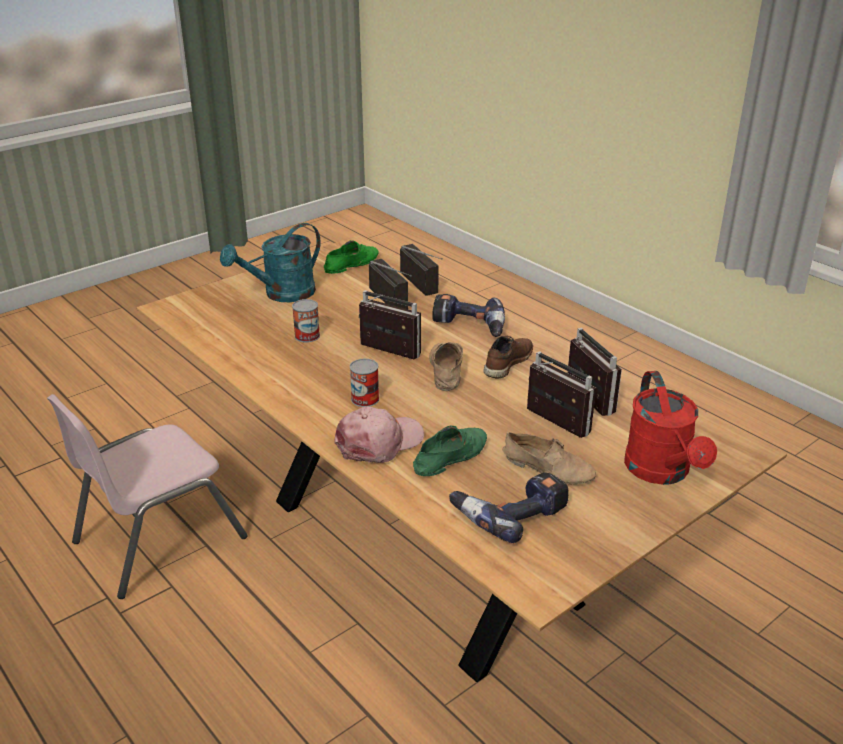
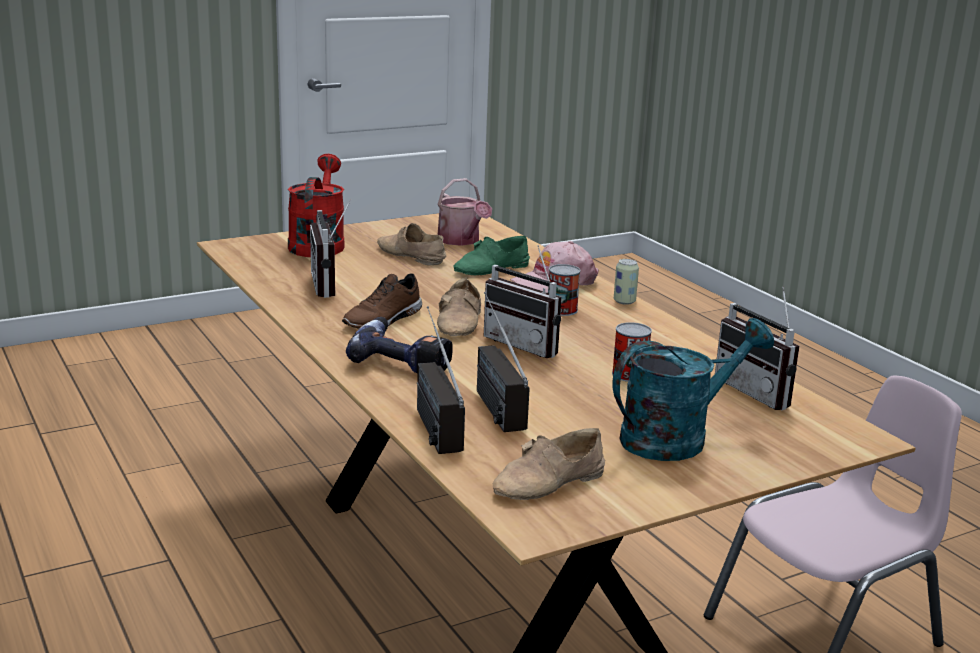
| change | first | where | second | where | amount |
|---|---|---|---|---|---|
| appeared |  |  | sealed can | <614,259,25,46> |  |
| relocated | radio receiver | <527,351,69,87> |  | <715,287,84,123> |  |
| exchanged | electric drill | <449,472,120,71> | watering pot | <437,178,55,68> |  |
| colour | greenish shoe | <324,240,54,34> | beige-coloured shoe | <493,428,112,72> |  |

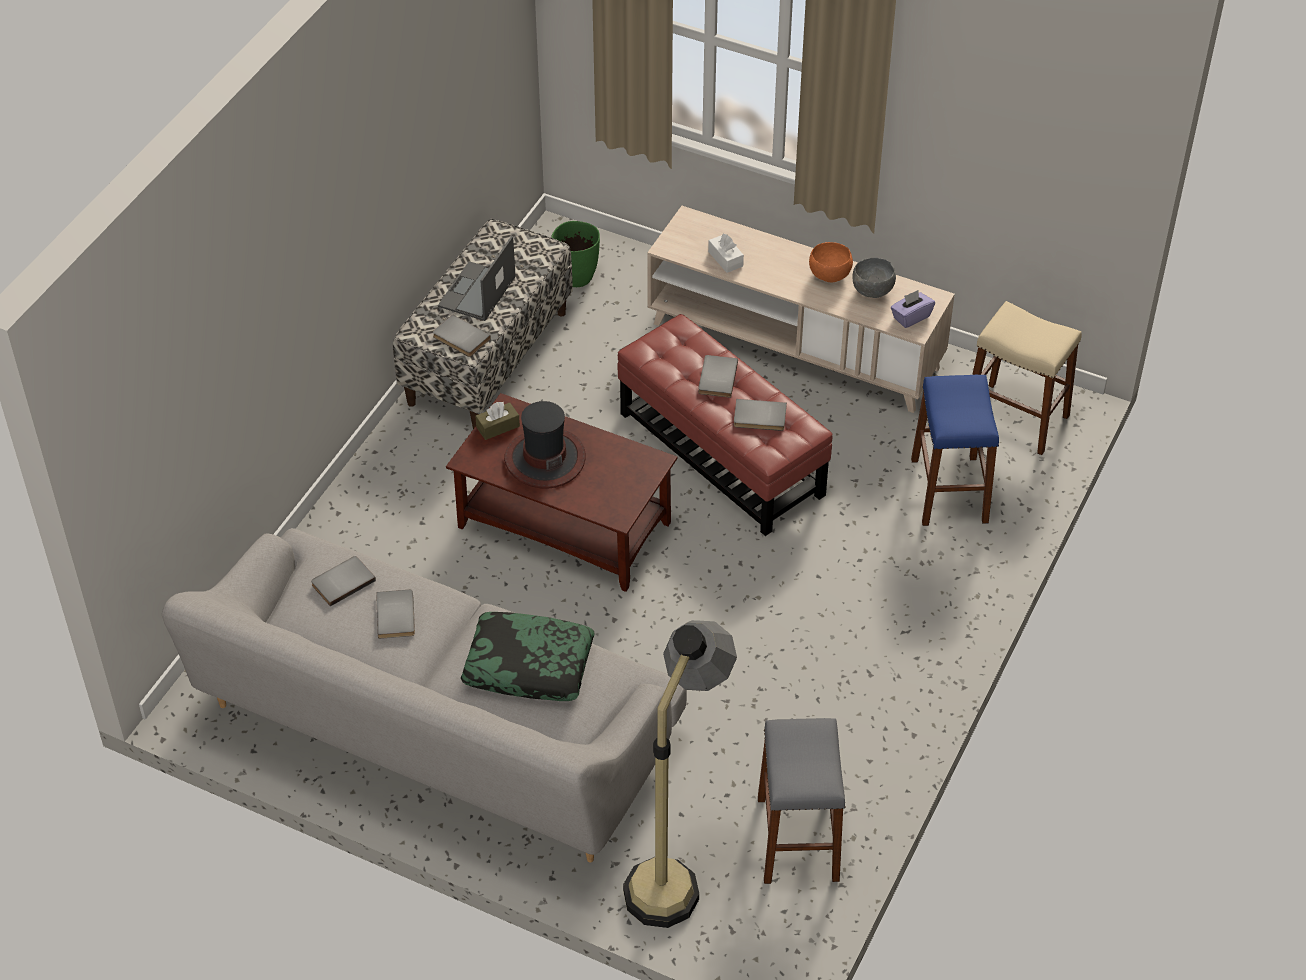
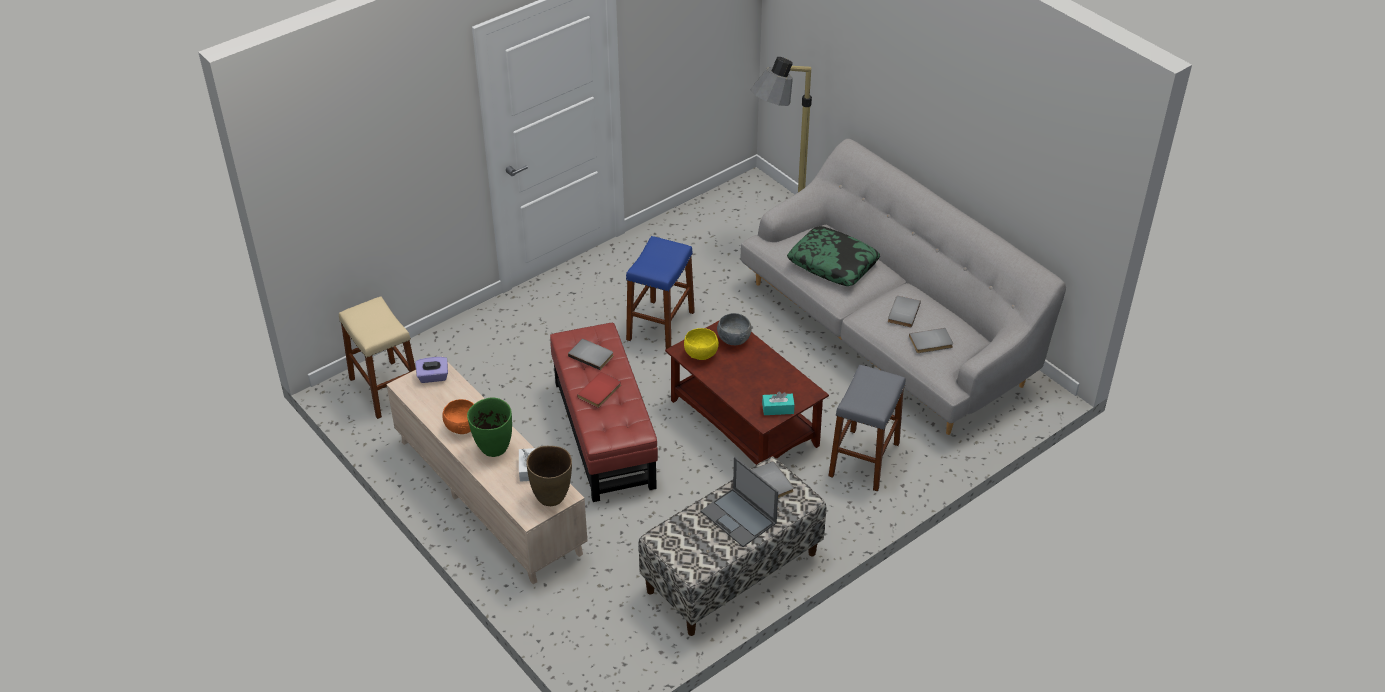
| change | first | where | second | where | amount |
|---|---|---|---|---|---|
| missing | hat | <504,401,82,88> |  |  |  |
| appeared |  |  | brownish flower vase | <526,446,46,60> |  |
| appeared |  |  | yellow deep dish | <684,328,35,32> |  |
| relocated | greenish flower vase | <551,221,49,66> |  | <467,397,45,60> |  |
| relocated | greyish sitting stool | <758,718,88,166> |  | <828,365,77,127> |  |
| relocated | greyish deep dish | <853,258,43,40> |  | <717,313,35,32> |  |
| relocated | blue-coloured sitting stool | <911,375,88,151> |  | <626,236,69,113> |  |
| colour | brownish tissue holder | <475,401,45,39> | blue-green tissue holder | <762,391,33,24> |  |
| colour | greyish volume | <698,355,40,43> | red-coloured volume | <577,372,44,36> |  |
| spun | portable computer | <438,236,78,85> |  | <701,457,77,90> | 90 degrees clockwise |

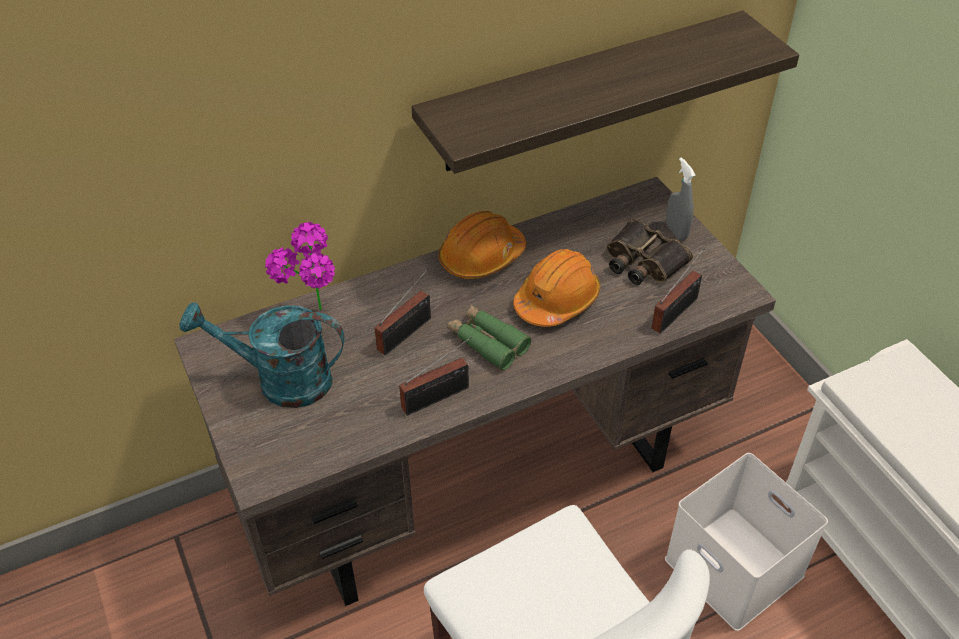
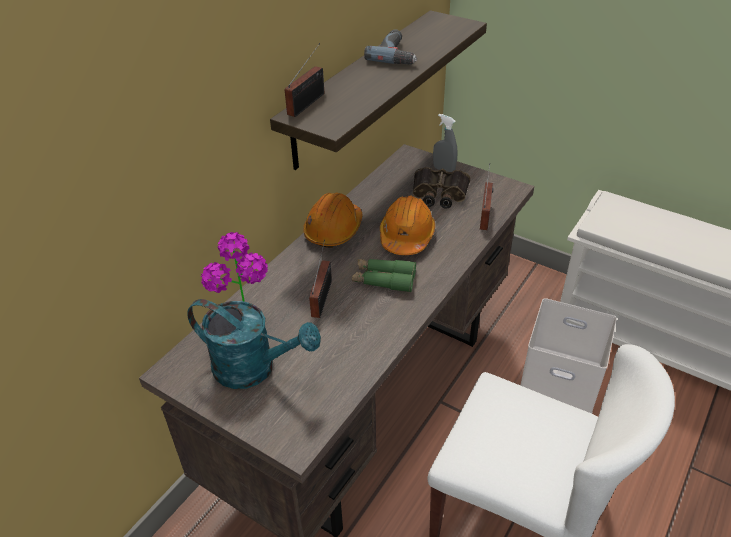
| change | first | where | second | where | amount |
|---|---|---|---|---|---|
| appeared |  |  | electric drill | <364,29,53,36> |  |
| relocated | radio receiver | <399,337,72,78> |  | <285,43,39,74> |  |
| spun | blue-green watering pot | <179,302,166,106> |  | <187,299,134,90> | 135 degrees counterclockwise |

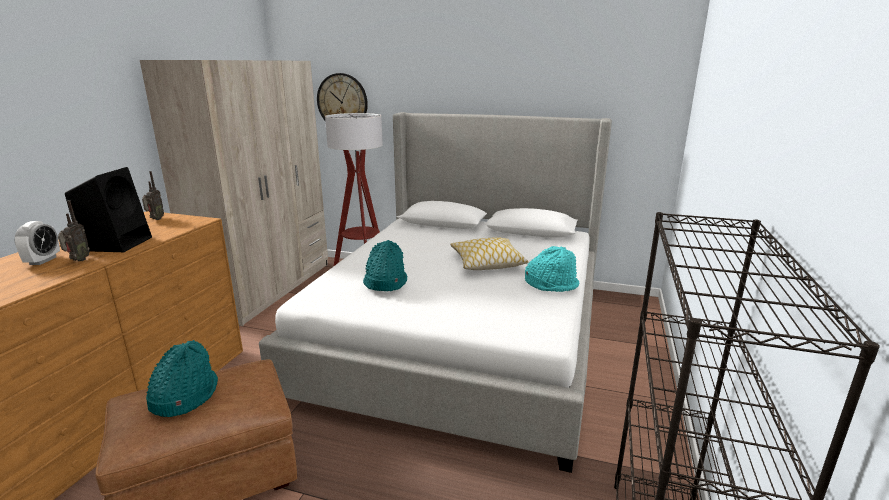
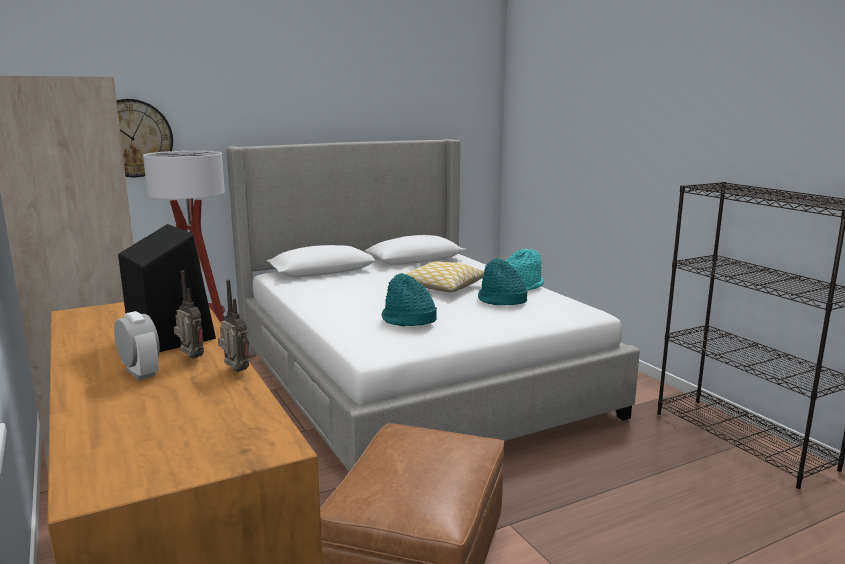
| change | first | where | second | where | amount |
|---|---|---|---|---|---|
| relocated | radio receiver | <142,171,22,49> |  | <218,280,31,92> |  |
| relocated | blue-green hat | <146,340,72,77> |  | <478,258,50,47> |  |

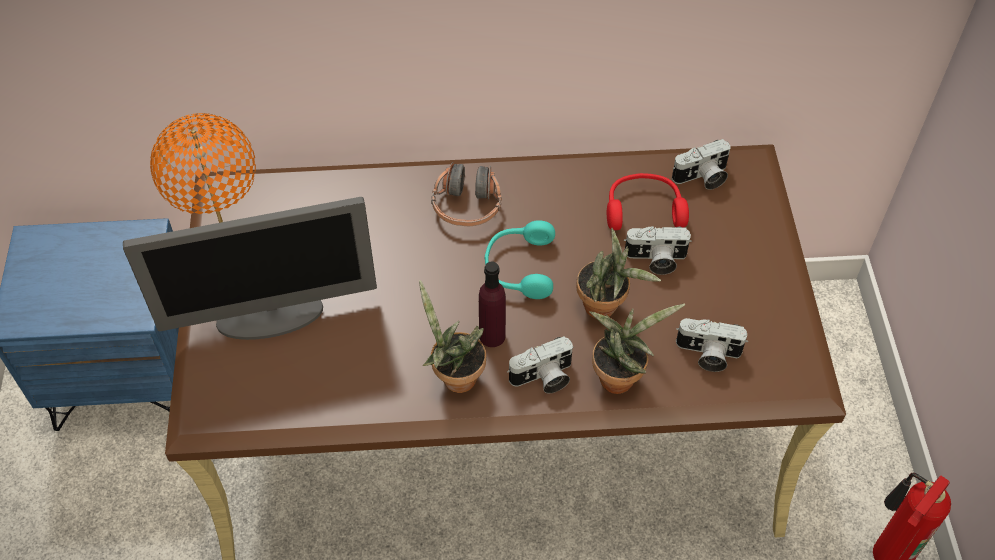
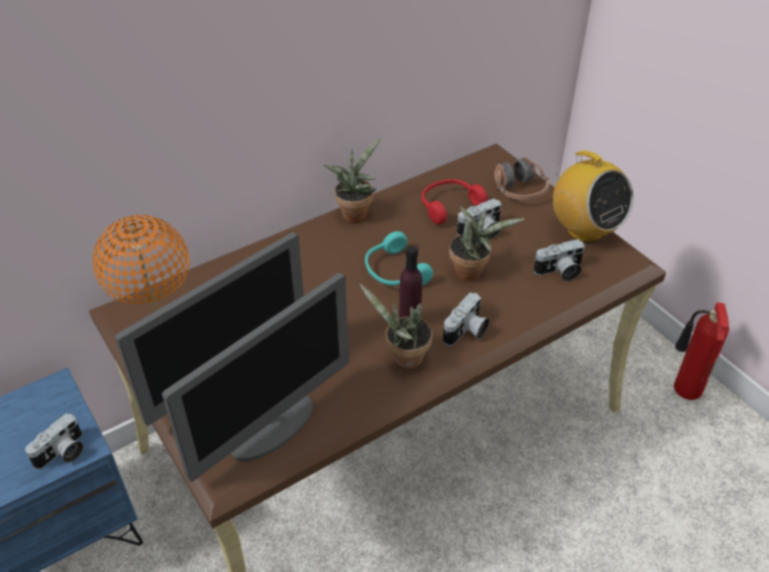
| change | first | where | second | where | amount |
|---|---|---|---|---|---|
| appeared |  |  | monitor | <162,272,187,210> |  |
| appeared |  |  | radio receiver | <553,151,81,92> |  |
| relocated | pair of headphones | <431,162,71,64> |  | <494,157,55,43> |  |
| relocated | houseplant | <589,304,96,90> |  | <324,137,58,86> |  |
| relocated | photo camera | <672,139,58,51> |  | <25,413,58,56> |  |

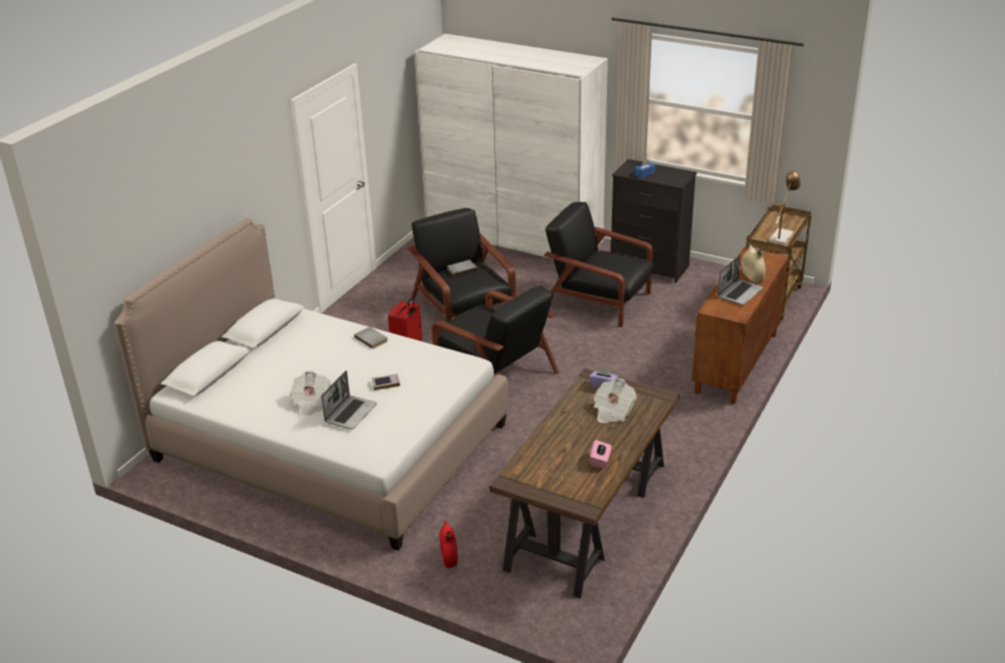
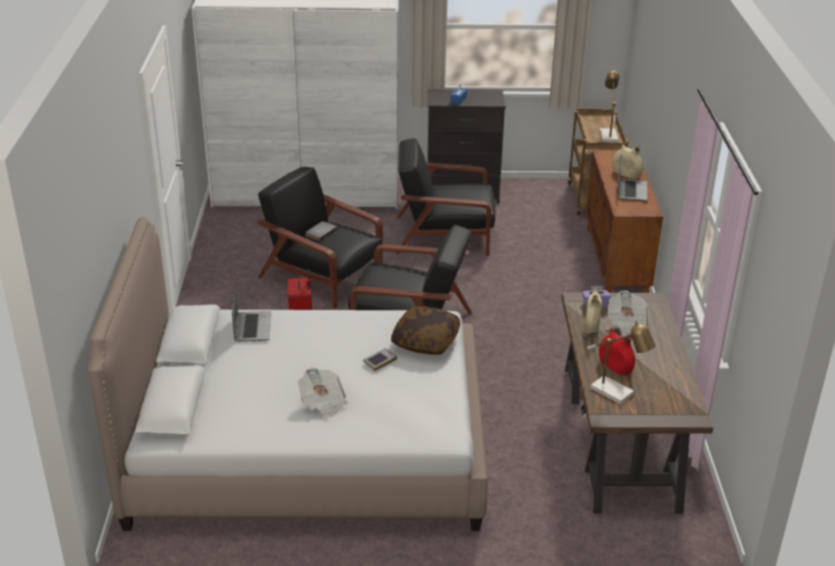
| change | first | where | second | where | amount |
|---|---|---|---|---|---|
| missing | greyish volume | <354,327,34,22> |  |  |  |
| missing | pink tissue holder | <590,440,21,29> |  |  |  |
| appeared |  |  | throw pillow | <391,306,69,49> |  |
| appeared |  |  | beige-coloured flower vase | <584,287,18,47> |  |
| appeared |  |  | tabletop lamp | <587,321,68,83> |  |
| relocated | portable computer | <321,370,56,59> |  | <232,286,40,56> |  |
| relocated | red-coloured flower vase | <440,520,18,48> |  | <599,328,36,47> |  |

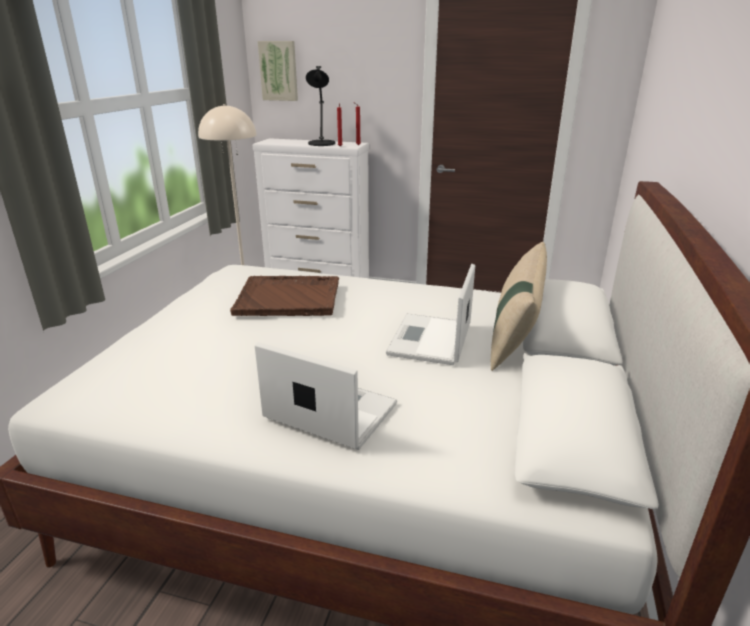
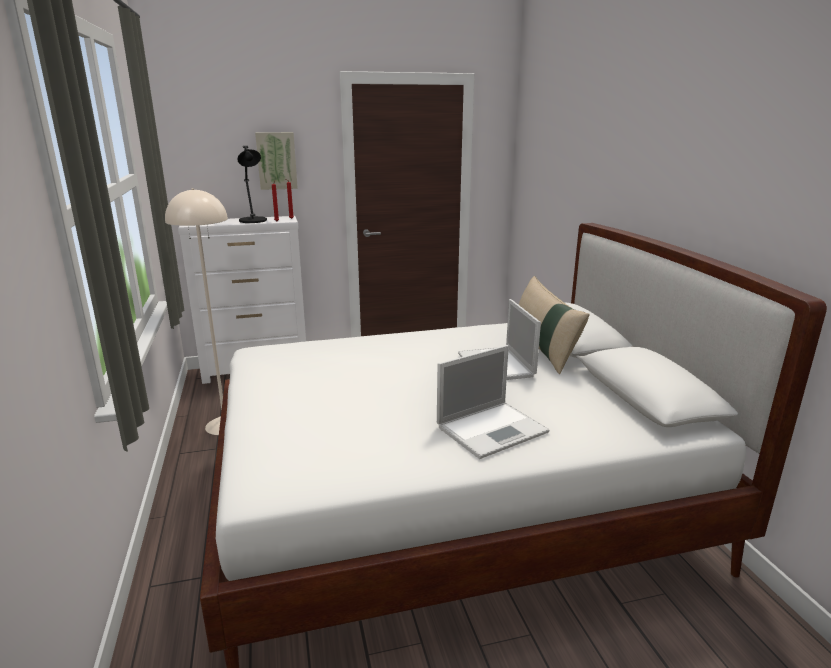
| change | first | where | second | where | amount |
|---|---|---|---|---|---|
| missing | brownish serving tray | <230,276,109,40> |  |  |  |
| relocated | wall art | <258,41,40,60> |  | <255,132,43,58> |  |
| spun | portable computer | <255,342,142,108> |  | <437,345,112,114> | 150 degrees clockwise |

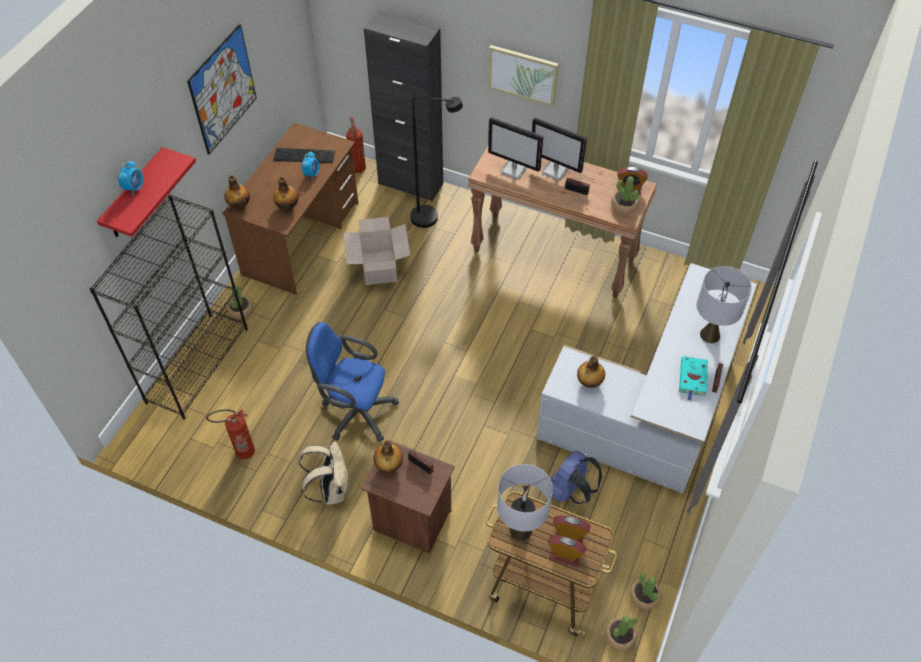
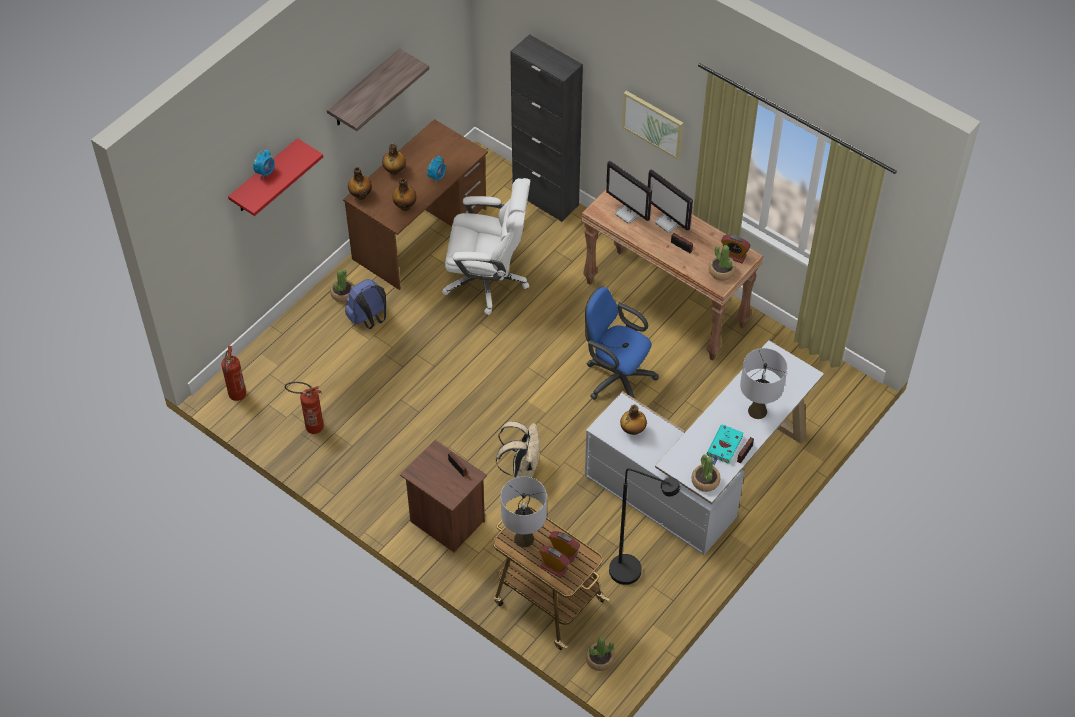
| change | first | where | second | where | amount |
|---|---|---|---|---|---|
| missing | black-coloured bookshelf | <90,195,158,225> |  |  |  |
| missing | keyboard | <274,148,61,15> |  |  |  |
| relocated | beige-coloured rucksack | <299,441,49,64> |  | <496,421,45,57> |  |
| relocated | blue-coloured desk chair | <306,322,93,120> |  | <585,286,74,114> |  |
| relocated | fire extinguisher | <346,117,20,56> |  | <221,346,25,55> |  |
| relocated | bottle | <373,440,30,33> |  | <382,143,24,32> |  |
| relocated | black-coloured floor lamp | <410,97,53,131> |  | <609,469,71,116> |  |
| relocated | blue-coloured rucksack | <551,451,51,53> |  | <345,279,41,50> |  |
| relocated | houseplant | <630,573,31,37> |  | <691,455,29,37> |  |
| exchanged | wall art | <187,24,70,131> | shelf | <327,49,102,82> |  |
| exchanged | carton | <344,217,66,68> | white desk chair | <442,178,88,137> |  |

